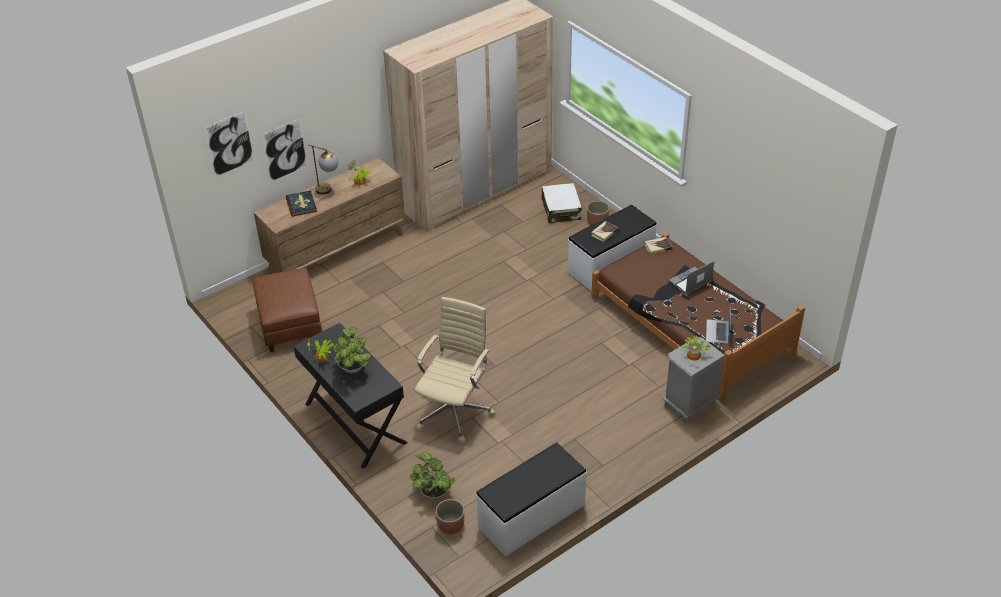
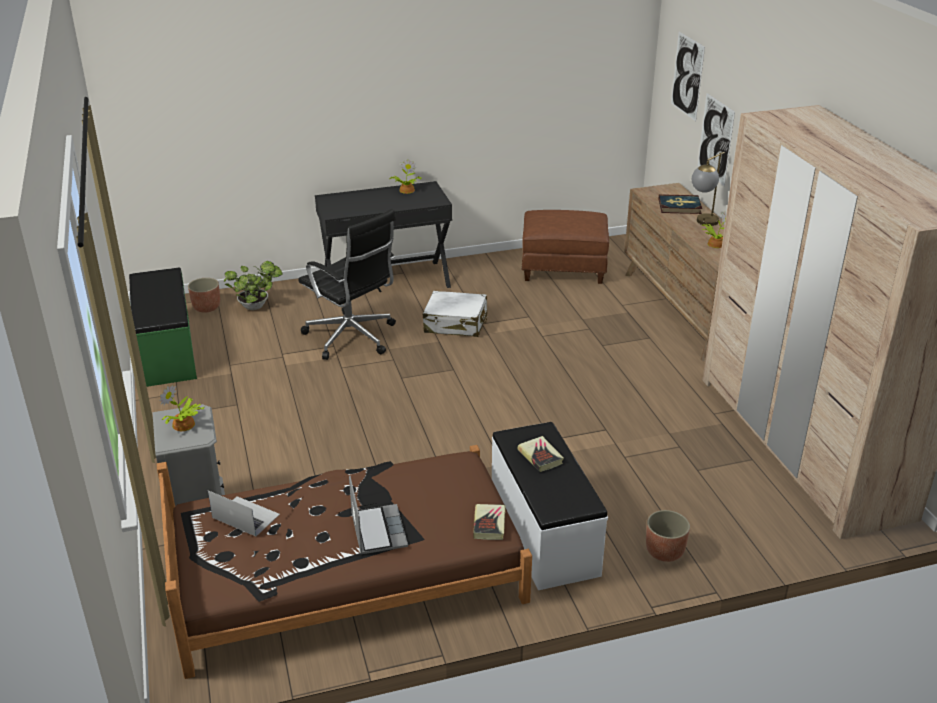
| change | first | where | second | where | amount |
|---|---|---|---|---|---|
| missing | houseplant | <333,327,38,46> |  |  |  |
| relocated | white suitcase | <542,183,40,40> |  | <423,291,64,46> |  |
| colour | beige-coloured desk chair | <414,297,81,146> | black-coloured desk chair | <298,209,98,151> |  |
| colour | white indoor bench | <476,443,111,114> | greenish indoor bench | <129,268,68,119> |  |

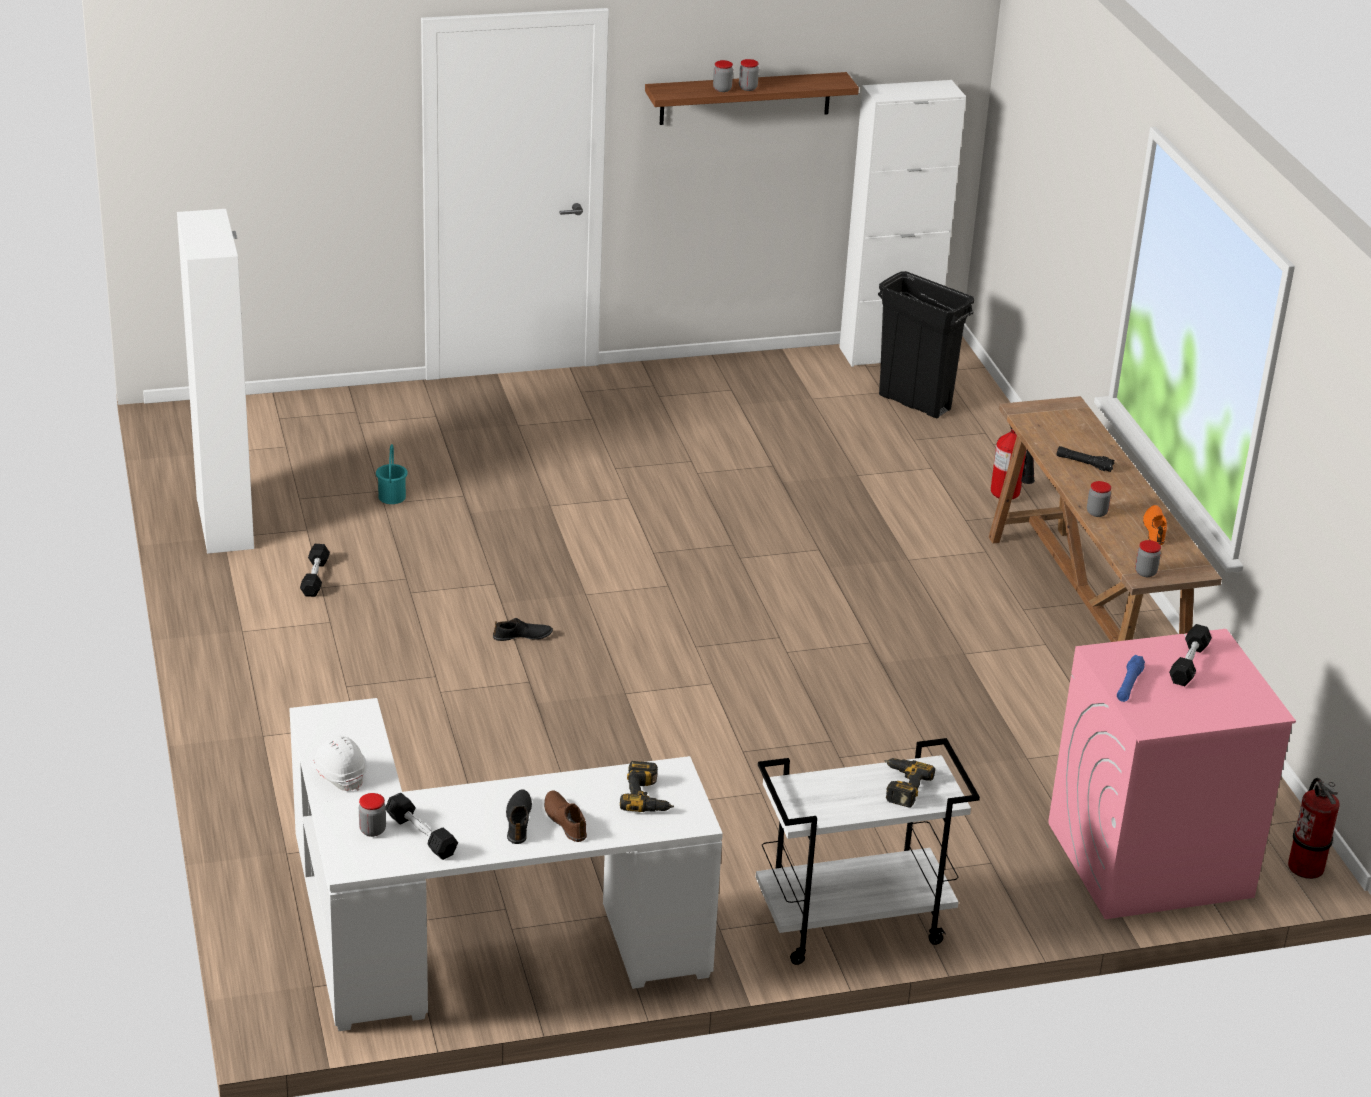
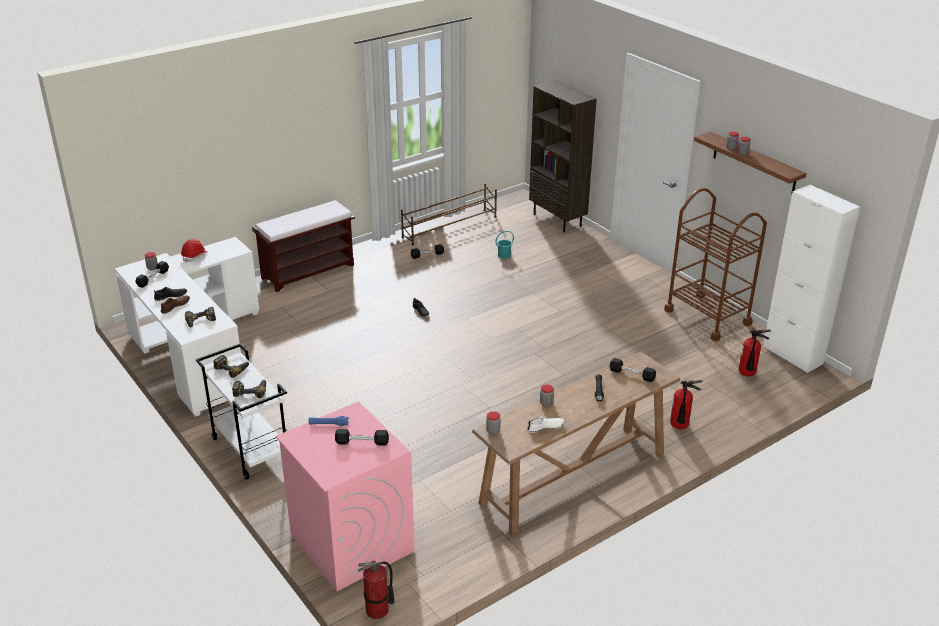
| change | first | where | second | where | amount |
|---|---|---|---|---|---|
| appeared |  |  | electric drill | <213,355,37,23> |  |
| appeared |  |  | brownish indoor bench | <252,200,103,92> |  |
| appeared |  |  | brownish bookshelf | <529,80,68,152> |  |
| appeared |  |  | black-coloured hand weight | <609,358,47,24> |  |
| appeared |  |  | brownish cart | <664,188,103,153> |  |
| exchanged | white cabinet | <177,209,77,345> | brownish shoe rack | <401,183,96,63> |  |
| exchanged | black-coloured rubbish bin | <878,271,96,147> | fire extinguisher | <739,330,32,46> |  |
| colour | white work helmet | <310,735,57,56> | red-coloured work helmet | <181,239,26,23> |  |
| colour | orangey shoe | <1143,505,24,40> | white shoe | <527,416,38,17> |  |

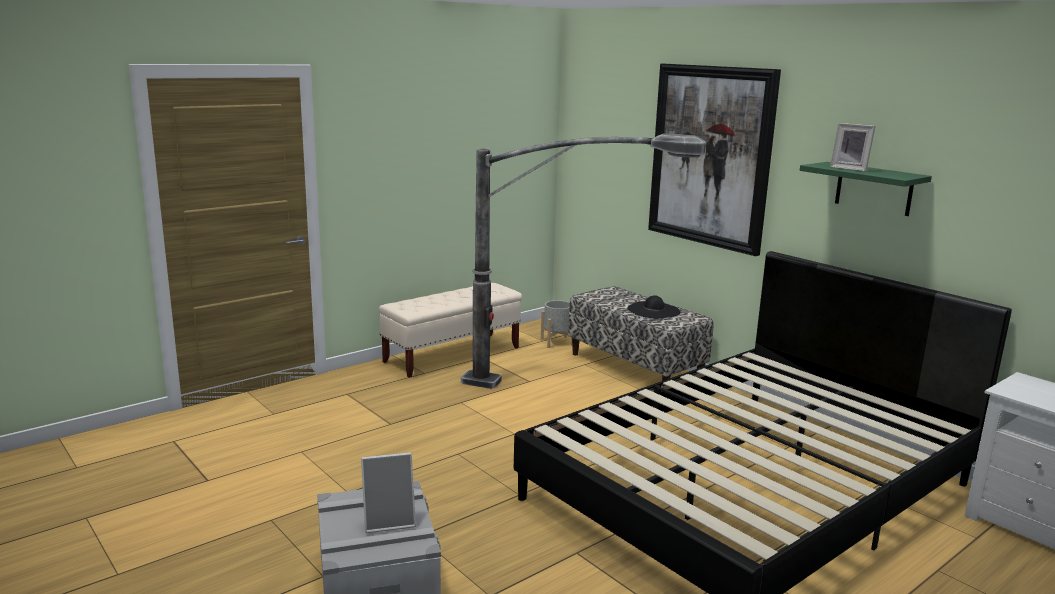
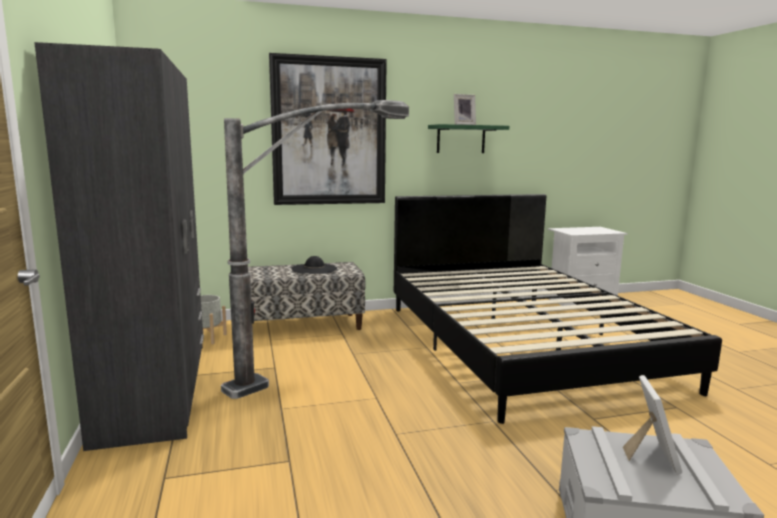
| change | first | where | second | where | amount |
|---|---|---|---|---|---|
| exchanged | beige-coloured indoor bench | <379,283,143,95> | greyish clothes cupboard | <34,42,170,409> |  |

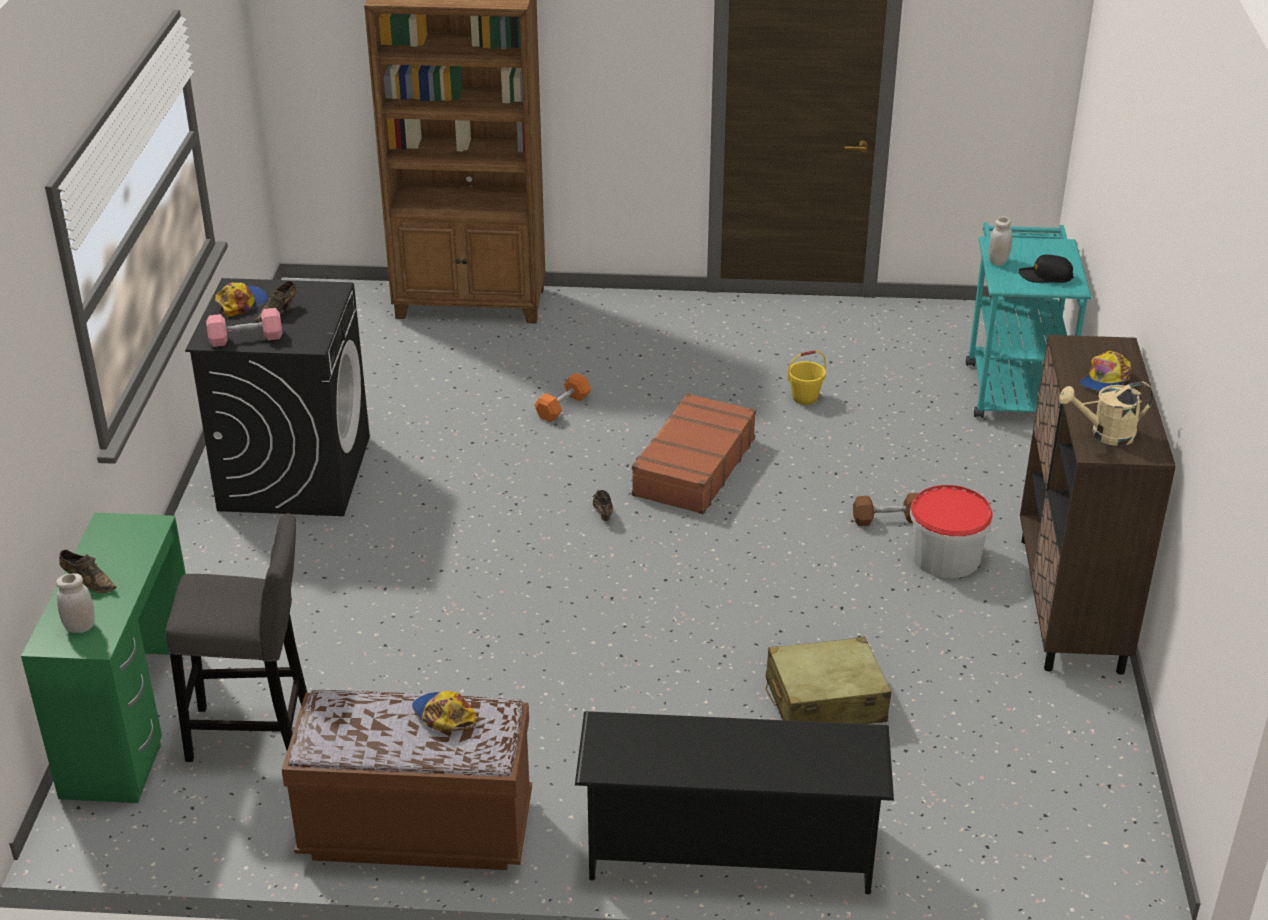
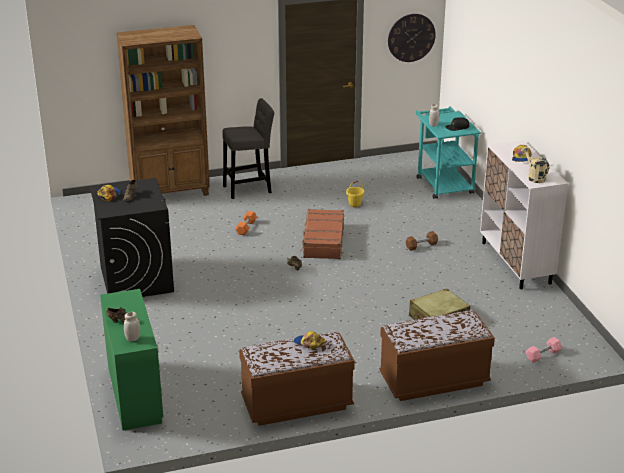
| change | first | where | second | where | amount |
|---|---|---|---|---|---|
| missing | water bucket | <910,485,82,93> |  |  |  |
| appeared |  |  | hanging clock | <388,14,48,48> |  |
| relocated | greyish sitting stool | <165,513,142,249> |  | <222,98,52,101> |  |
| relocated | pink hand weight | <206,308,76,39> |  | <526,337,36,26> |  |
| exchanged | black-coloured shoe rack | <575,711,319,183> | brownish indoor bench | <379,310,116,91> |  |
| colour | brownish cabinet | <1020,335,156,340> | white cabinet | <480,140,88,149> |  |
| spun | beige-coloured watering pot | <1059,382,95,64> |  | <521,147,28,36> | 90 degrees clockwise |

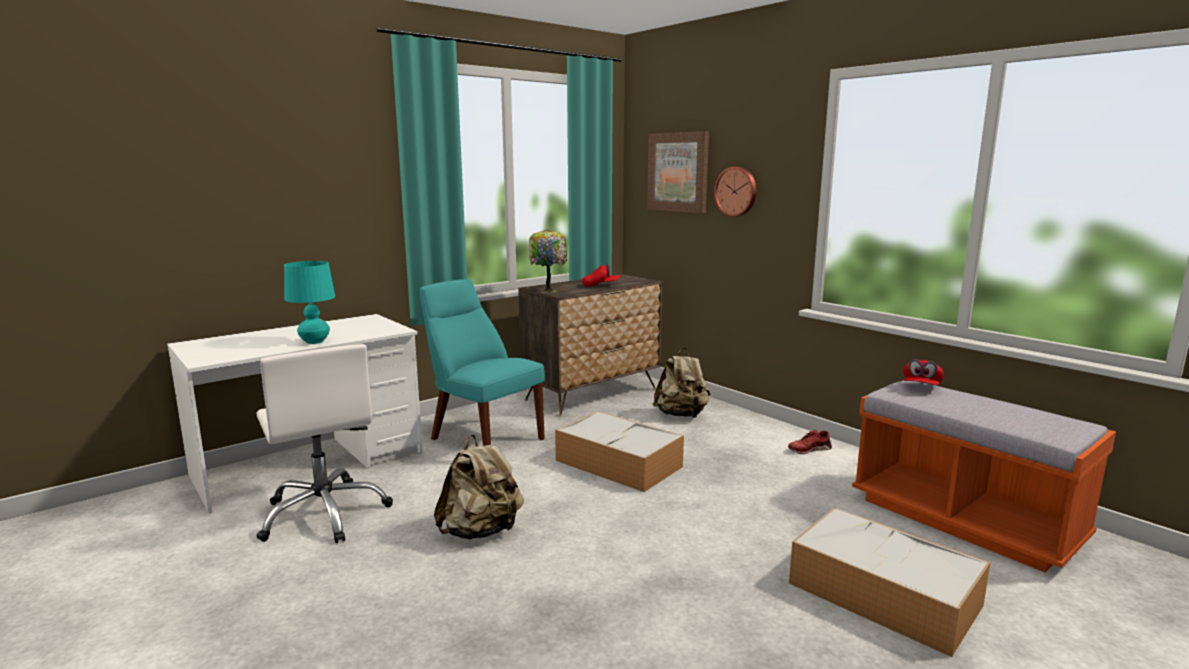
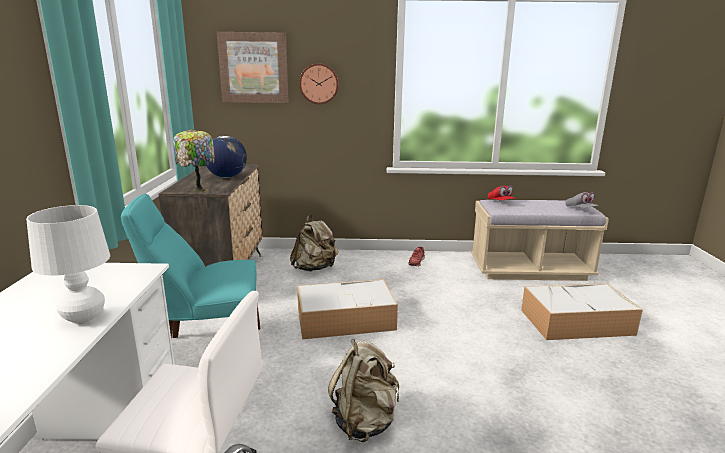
| change | first | where | second | where | amount |
|---|---|---|---|---|---|
| appeared |  |  | greyish baseball cap | <565,192,34,16> |  |
| exchanged | red-coloured baseball cap | <582,263,38,24> | desk globe | <207,136,40,42> |  |
| colour | blue-green tabletop lamp | <284,261,51,83> | white tabletop lamp | <26,205,84,119> |  |
| colour | orangey indoor bench | <852,380,264,193> | beige-coloured indoor bench | <471,200,138,81> |  |

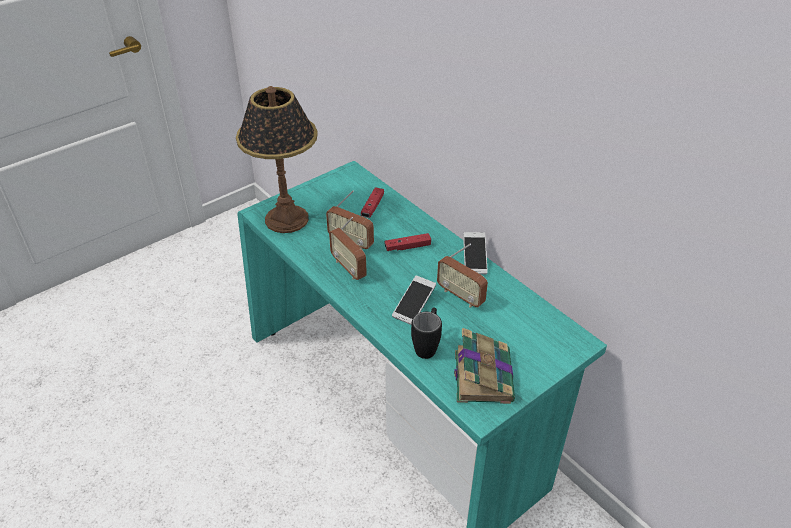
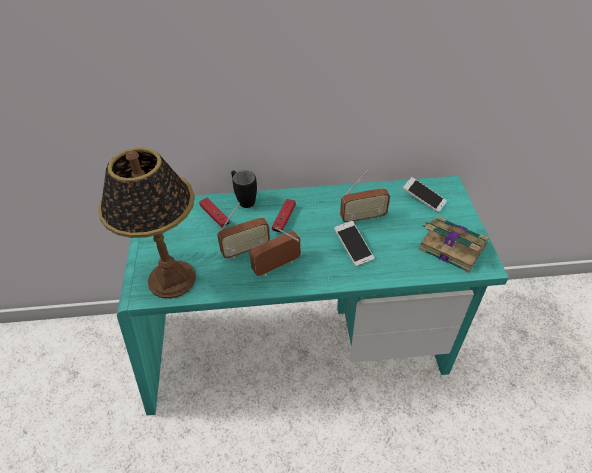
| change | first | where | second | where | amount |
|---|---|---|---|---|---|
| relocated | black-coloured tea mug | <411,308,31,51> |  | <231,170,26,38> |  |
| relocated | handset | <463,232,25,42> |  | <402,177,45,36> |  |
| spun | radio receiver | <329,217,38,63> |  | <250,227,51,49> | 150 degrees clockwise |

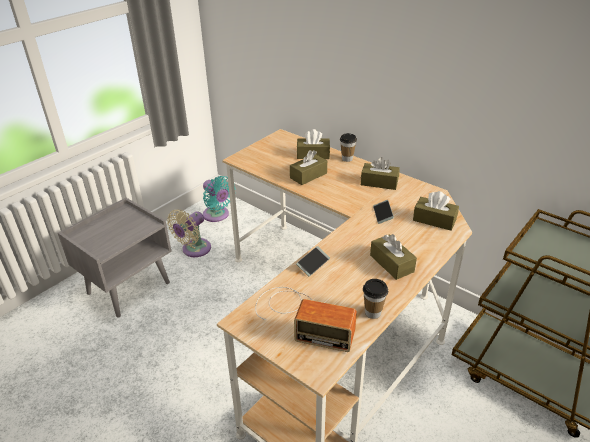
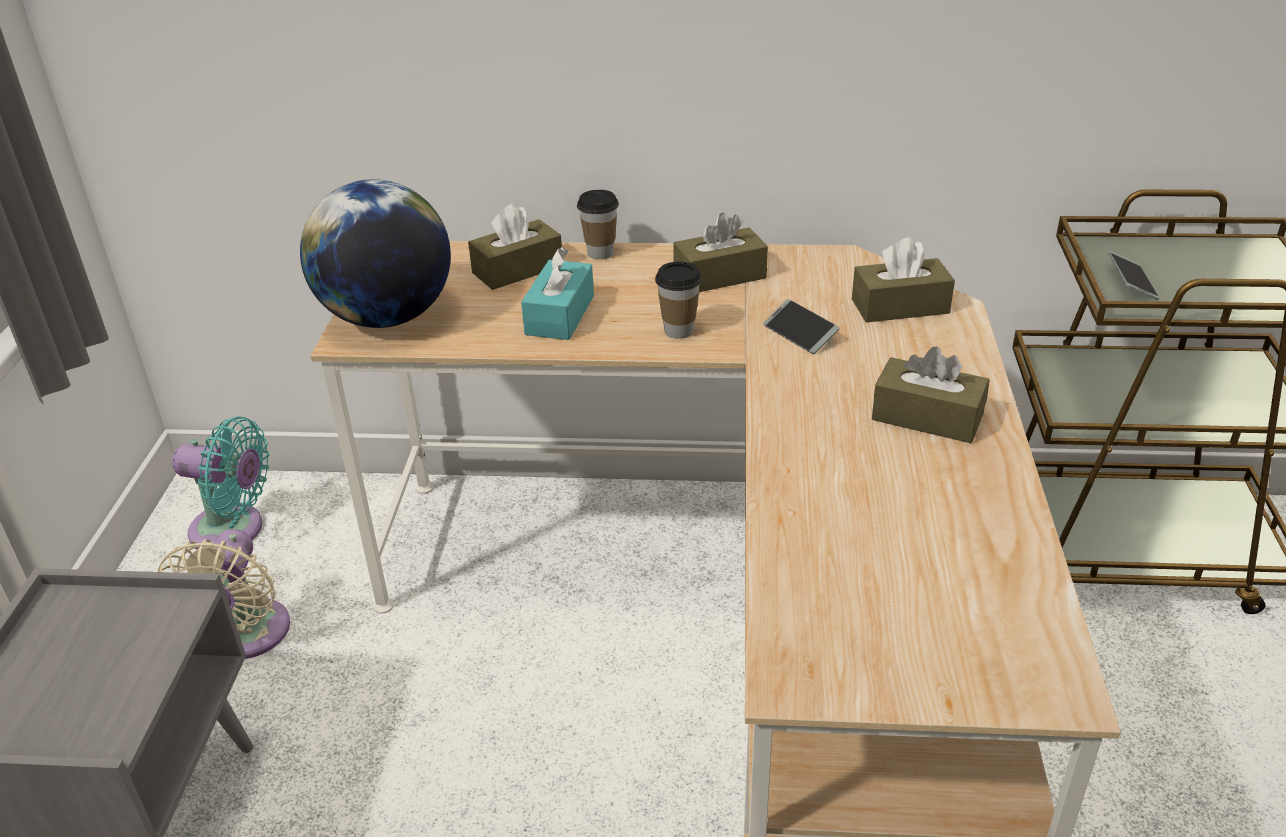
| change | first | where | second | where | amount |
|---|---|---|---|---|---|
| missing | radio receiver | <255,287,102,65> |  |  |  |
| appeared |  |  | desk globe | <300,179,151,149> |  |
| relocated | handset | <296,246,34,30> |  | <1108,250,51,50> |  |
| relocated | small cup | <363,279,25,40> |  | <655,261,47,78> |  |
| colour | brownish tissue holder | <290,150,37,35> | blue-green tissue holder | <521,247,73,93> |  |

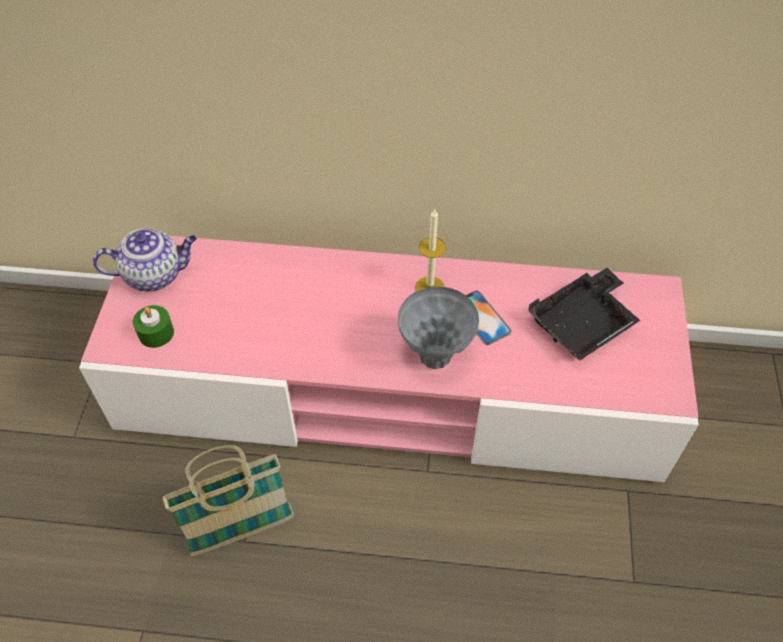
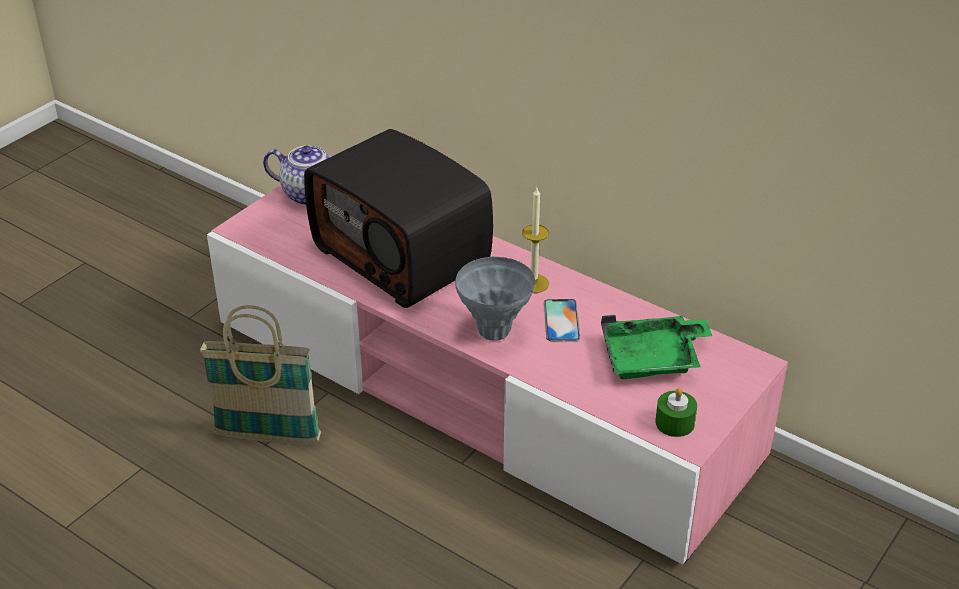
| change | first | where | second | where | amount |
|---|---|---|---|---|---|
| appeared |  |  | radio receiver | <304,129,189,179> |  |
| relocated | greenish wax light | <133,305,41,43> |  | <655,388,42,49> |  |
| colour | black-coloured serving tray | <528,268,112,93> | greenish serving tray | <601,315,111,64> |  |

